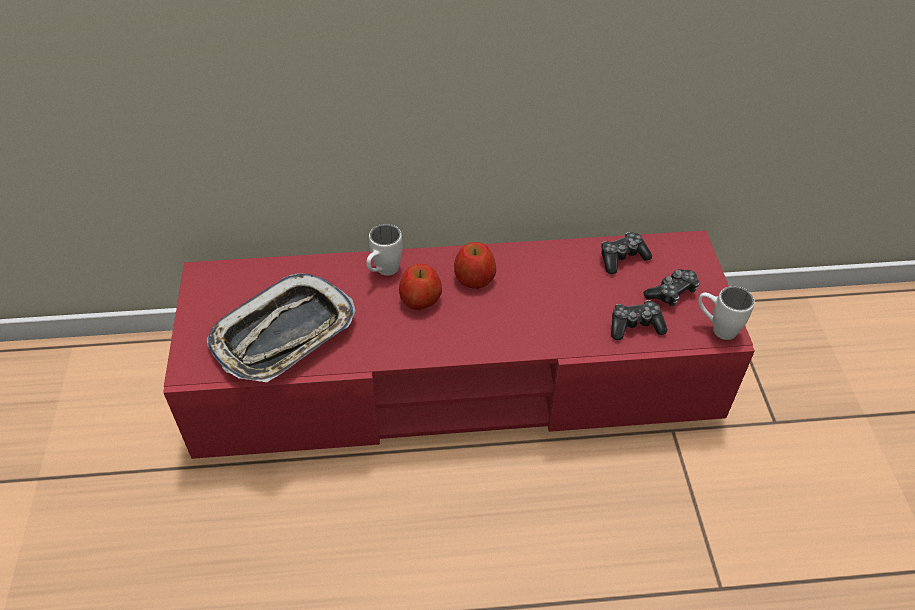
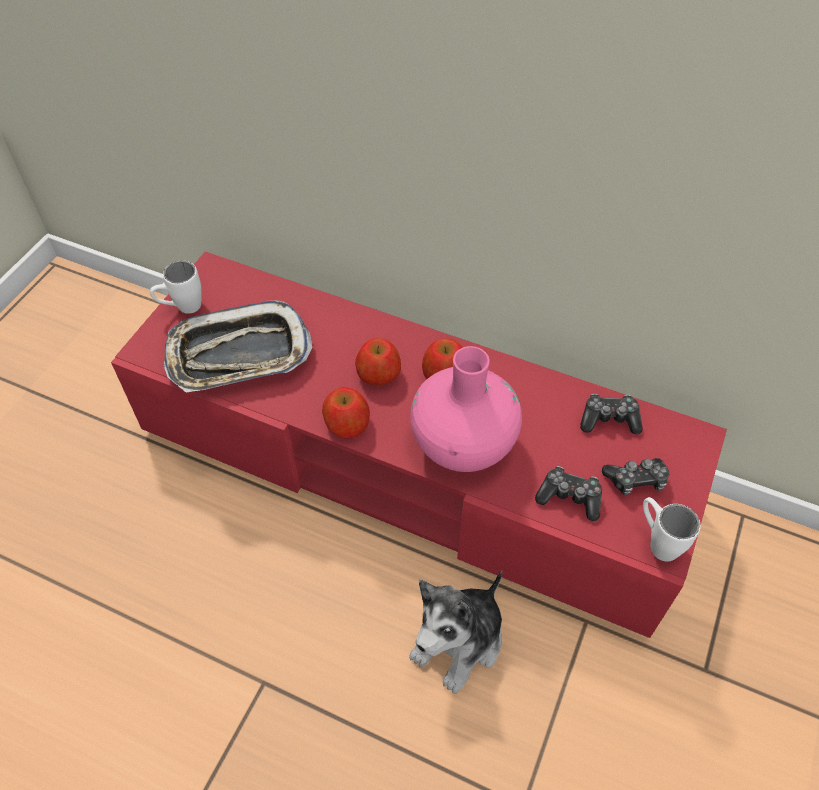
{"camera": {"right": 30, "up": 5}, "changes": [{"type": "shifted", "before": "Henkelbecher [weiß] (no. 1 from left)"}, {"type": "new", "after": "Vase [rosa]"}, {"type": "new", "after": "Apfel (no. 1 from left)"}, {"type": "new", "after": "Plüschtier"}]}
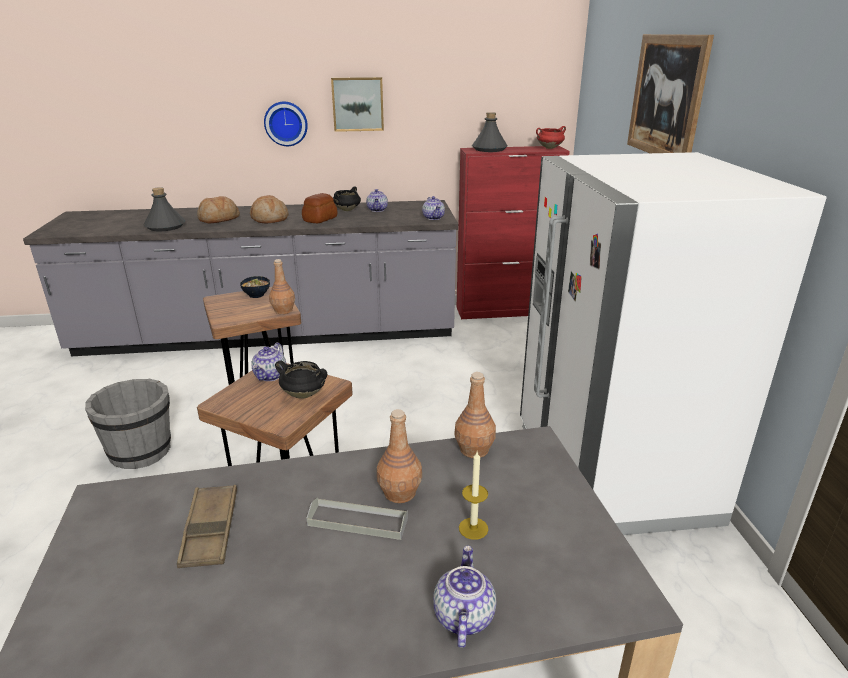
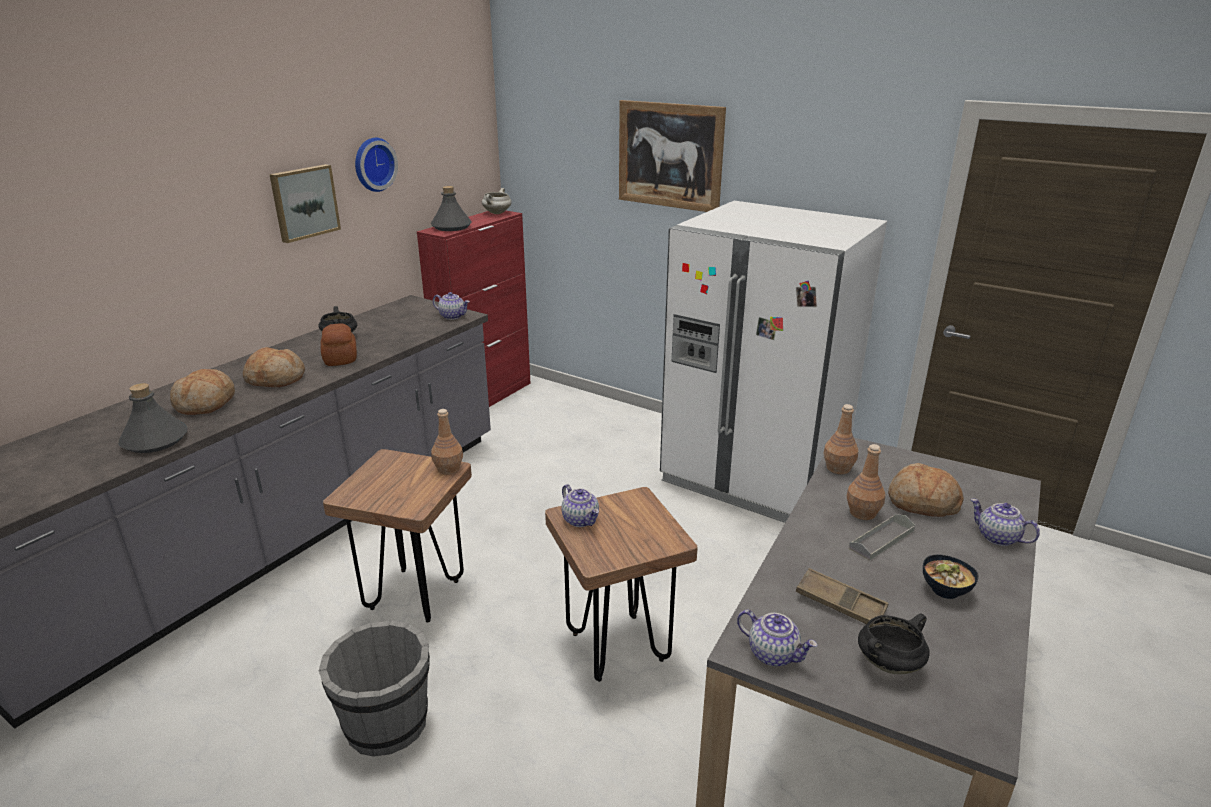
{"camera": {"right": -50, "up": 0}, "changes": [{"type": "shifted", "before": "Wanduhr"}, {"type": "repainted", "before": "Kochtopf [rot]", "after": "Kochtopf [weiß]"}, {"type": "shifted", "before": "Teekanne (no. 2 from left in the first image)", "after": "Teekanne (no. 3 from left)"}, {"type": "shifted", "before": "Schüssel"}, {"type": "shifted", "before": "Kochtopf [schwarz] (no. 1 from left in the first image)", "after": "Kochtopf [schwarz] (no. 2 from left)"}, {"type": "swapped", "before": "Kerze", "after": "Brot (no. 4 from left)"}]}
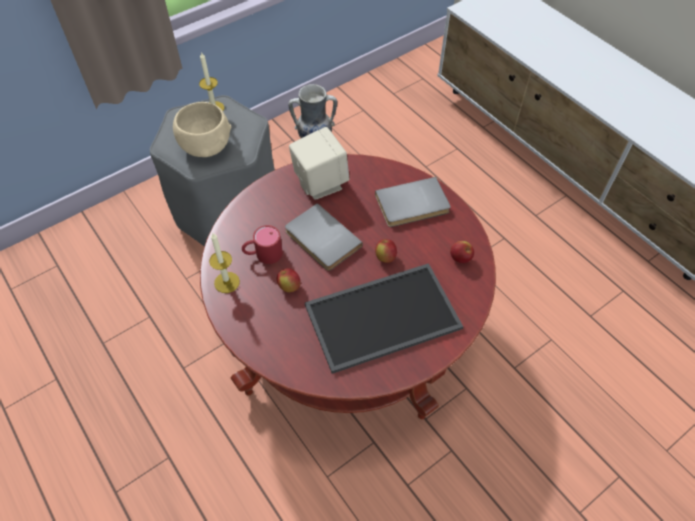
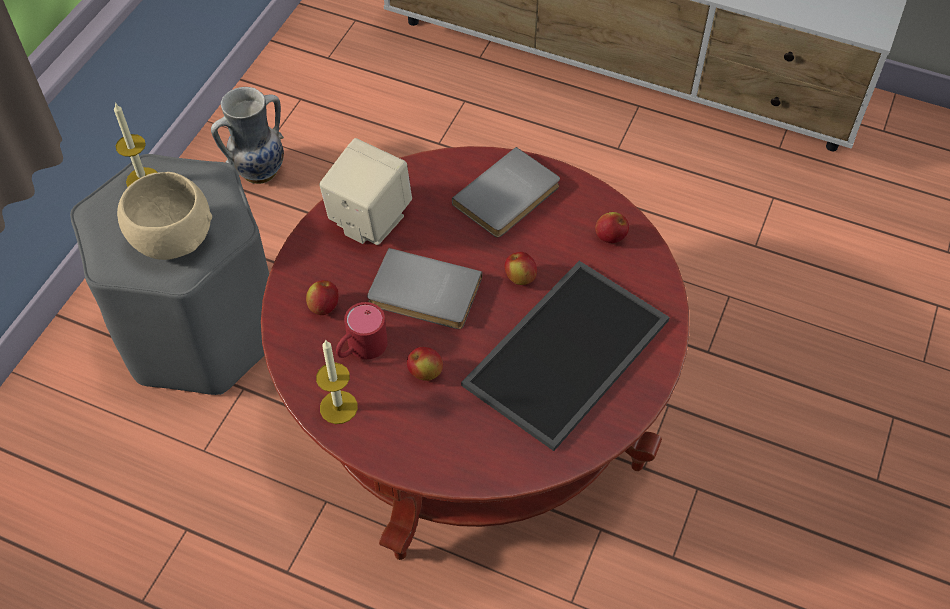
{"camera": {"right": -30, "up": 0}, "changes": [{"type": "new", "after": "Apfel (no. 1 from left)"}]}
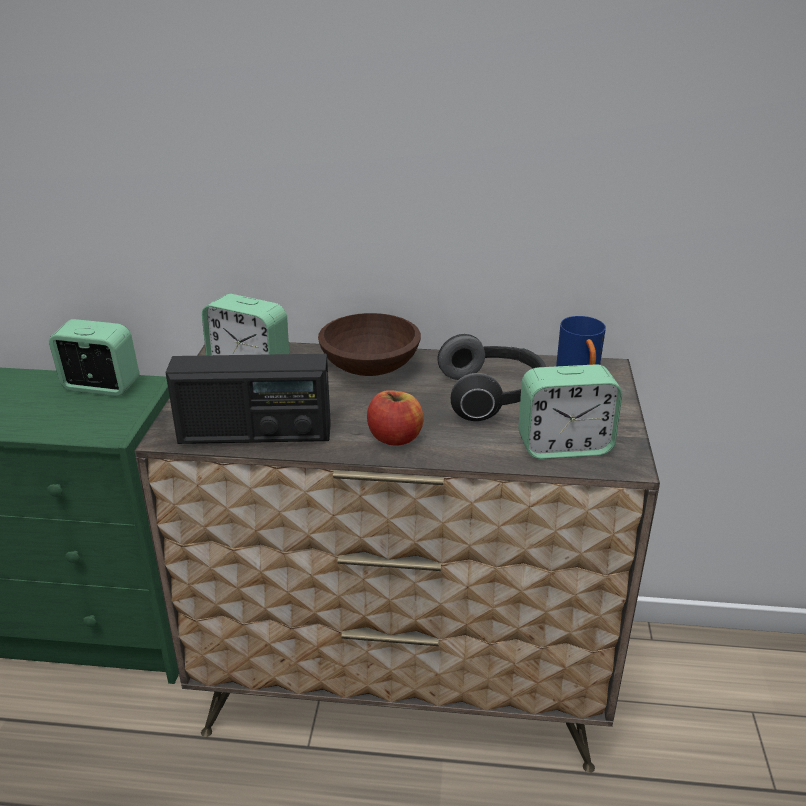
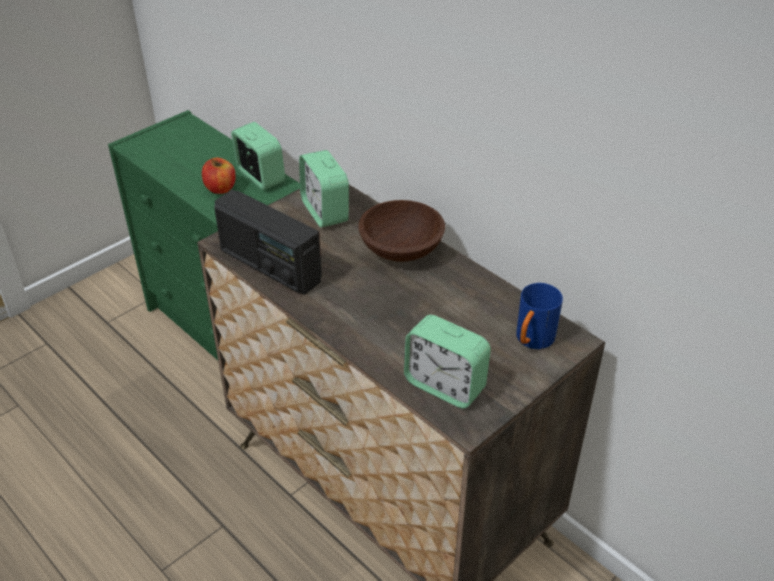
{"camera": {"right": 40, "up": 10}, "changes": [{"type": "gone", "before": "Kopfhörer"}, {"type": "shifted", "before": "Apfel"}]}
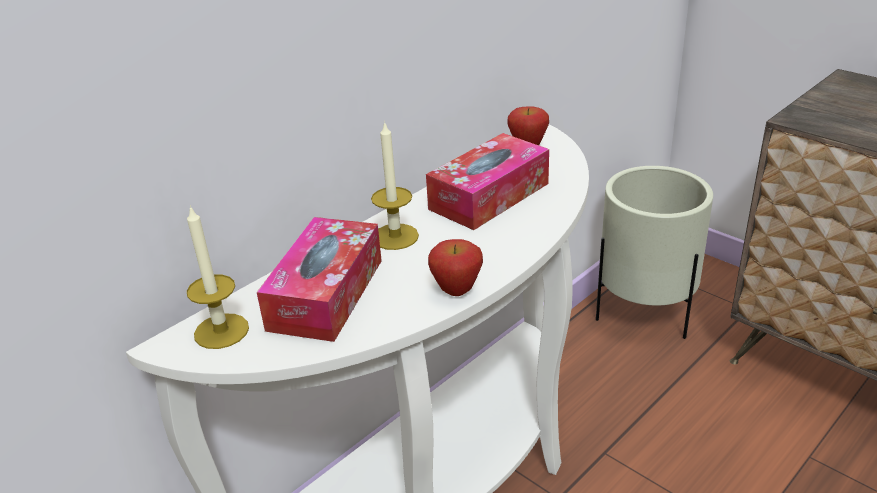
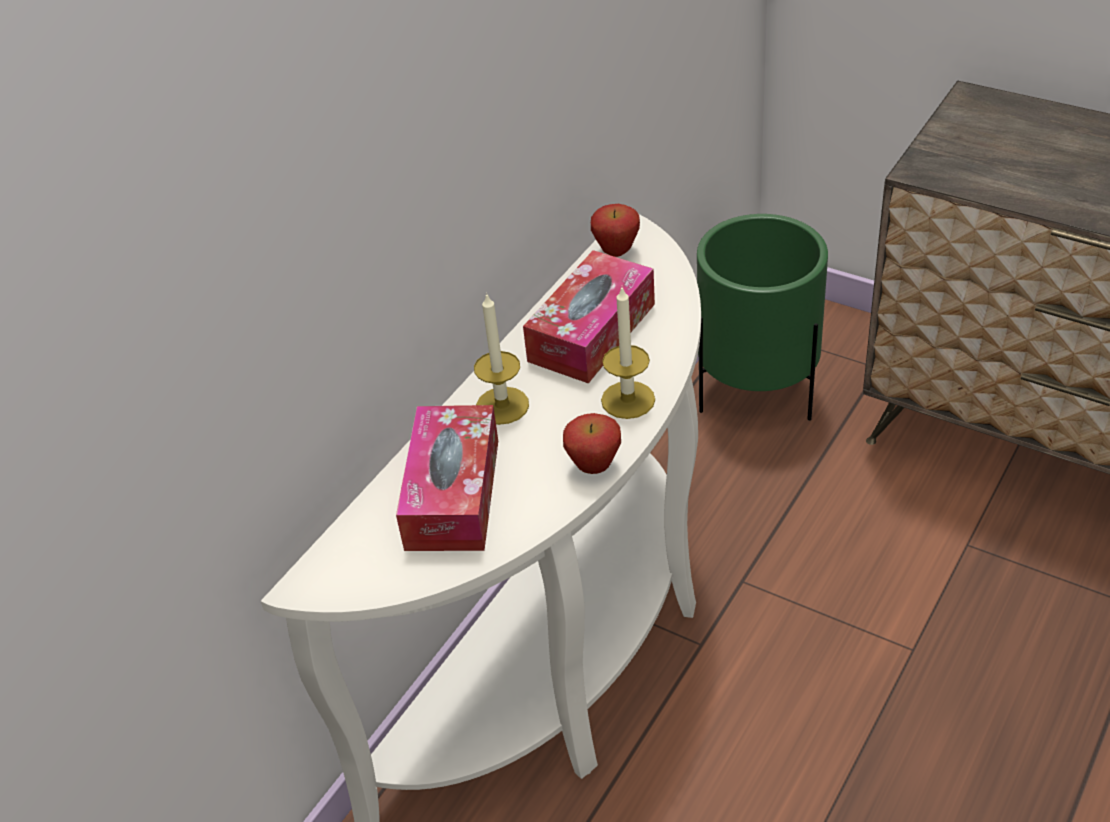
{"camera": {"right": -10, "up": 10}, "changes": [{"type": "repainted", "before": "Pflanzkübel [beige]", "after": "Pflanzkübel [grün]"}, {"type": "shifted", "before": "Kerze (no. 1 from left in the first image)", "after": "Kerze (no. 2 from left)"}]}
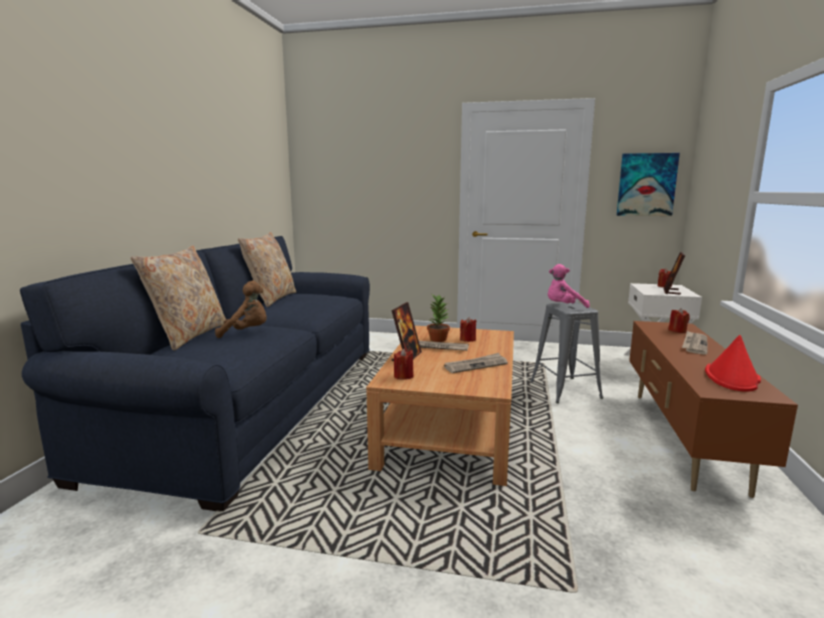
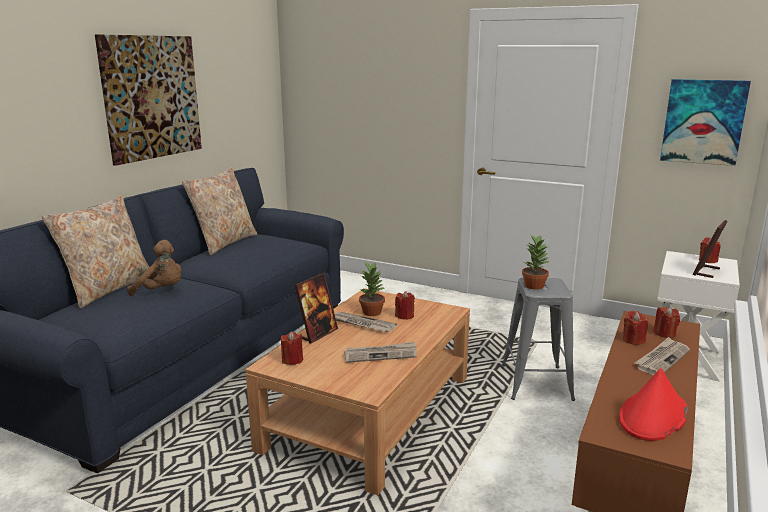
{"camera": {"right": 15, "up": 5}, "changes": [{"type": "swapped", "before": "Plüschtier [rosa]", "after": "Topfpflanze (no. 2 from left)"}, {"type": "new", "after": "Bild (no. 1 from left)"}, {"type": "new", "after": "Kerze [rot] (no. 3 from left)"}]}
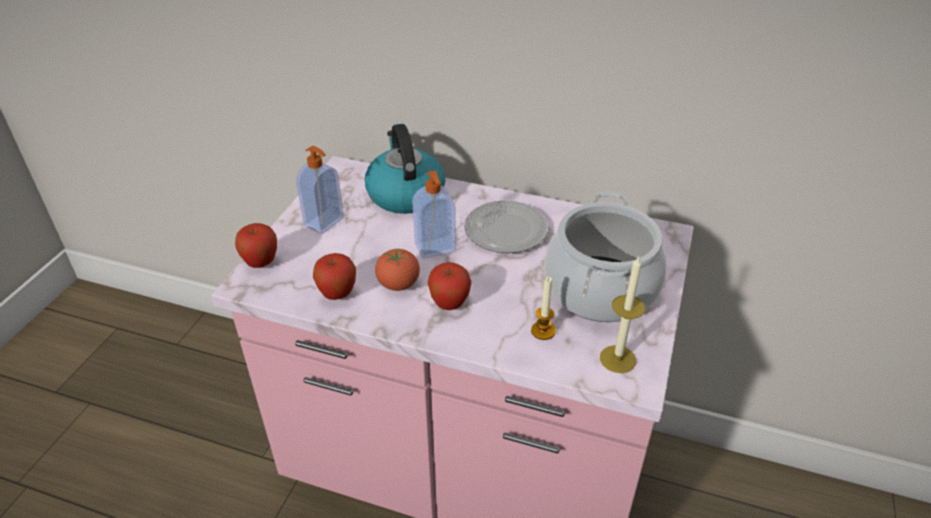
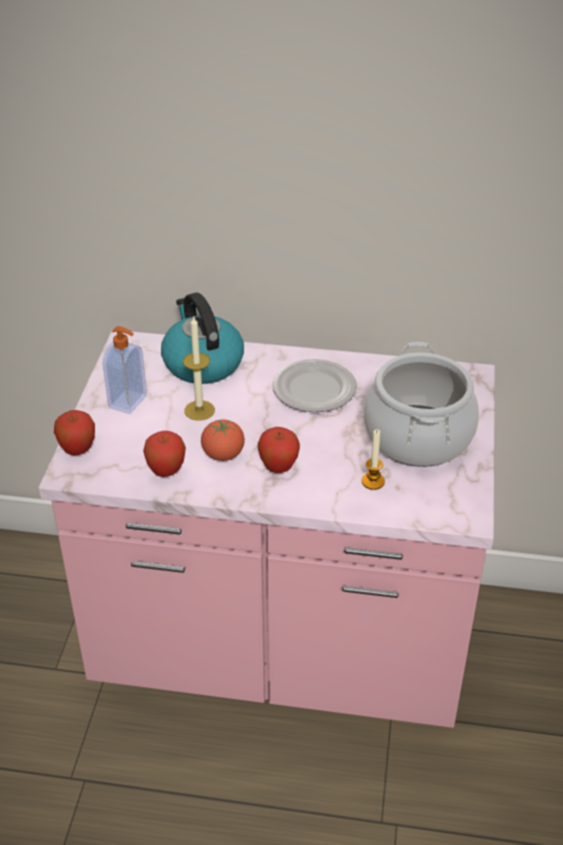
{"camera": {"right": -10, "up": 0}, "changes": [{"type": "gone", "before": "Seifenspender (no. 2 from left)"}, {"type": "shifted", "before": "Kerze (no. 2 from left in the first image)", "after": "Kerze (no. 1 from left)"}]}
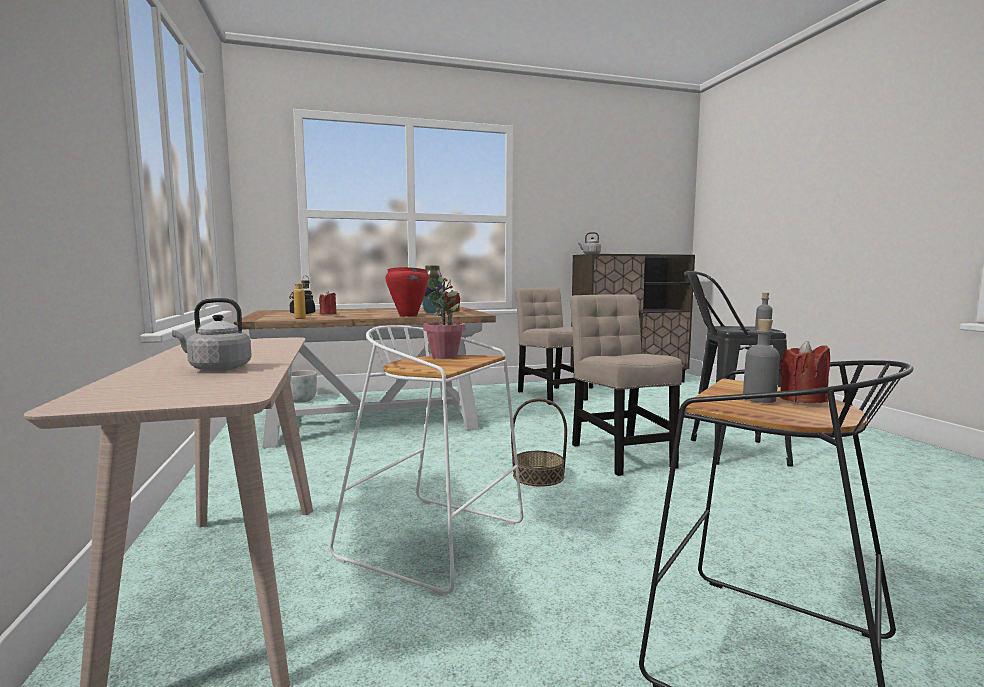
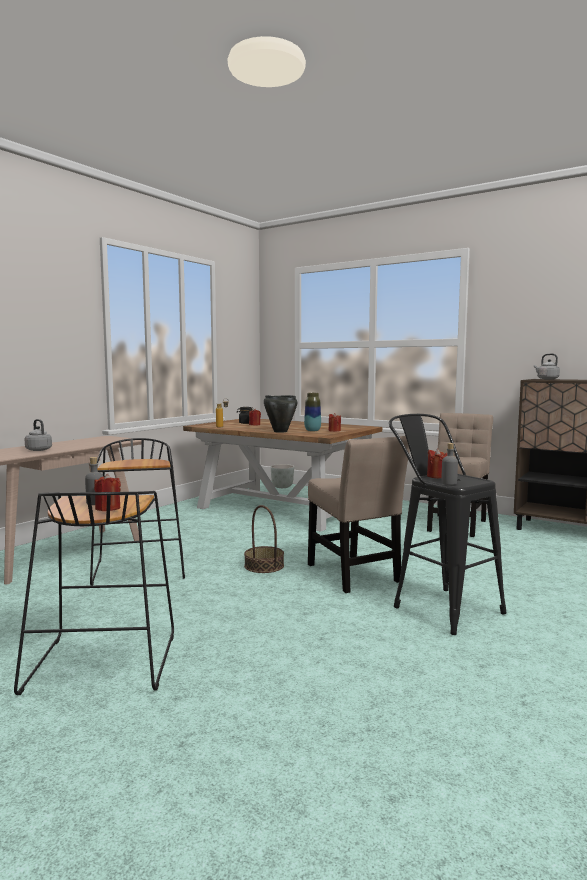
{"camera": {"right": 50, "up": 0}, "changes": [{"type": "repainted", "before": "Kochtopf [rot]", "after": "Kochtopf [schwarz]"}, {"type": "gone", "before": "Topfpflanze"}, {"type": "rotated", "before": "Stuhl [beige] (no. 2 from left in the first image)", "turn": 120}, {"type": "repainted", "before": "Hocker [weiß]", "after": "Hocker [schwarz] (no. 2 from left)"}, {"type": "new", "after": "Kerze [rot] (no. 4 from left)"}]}
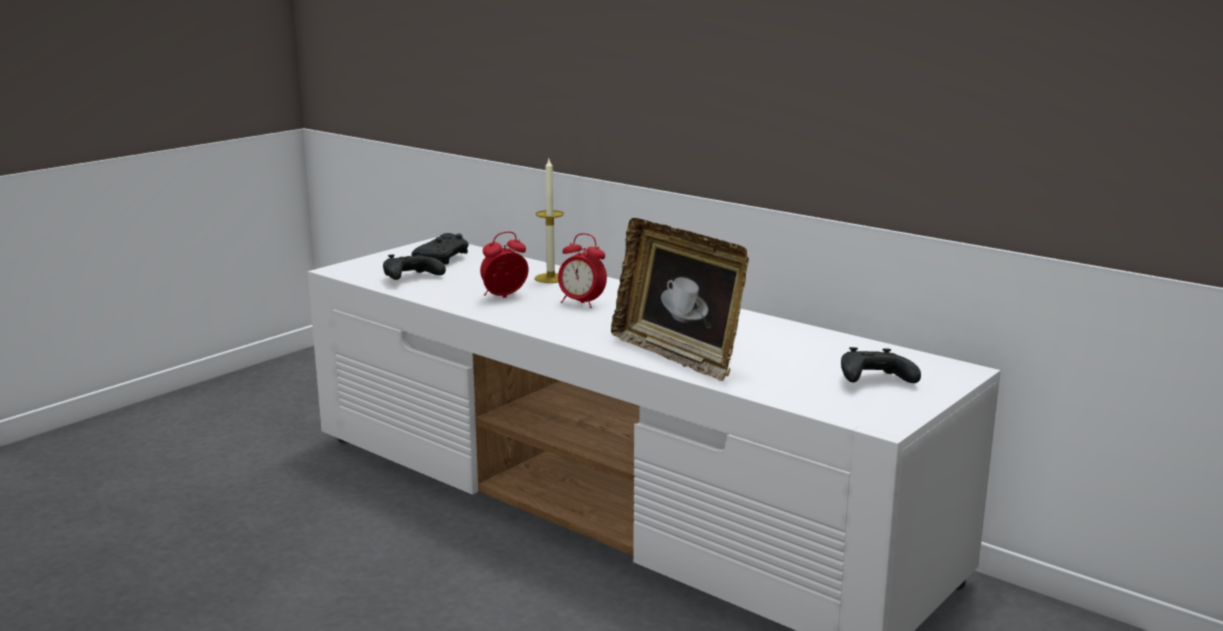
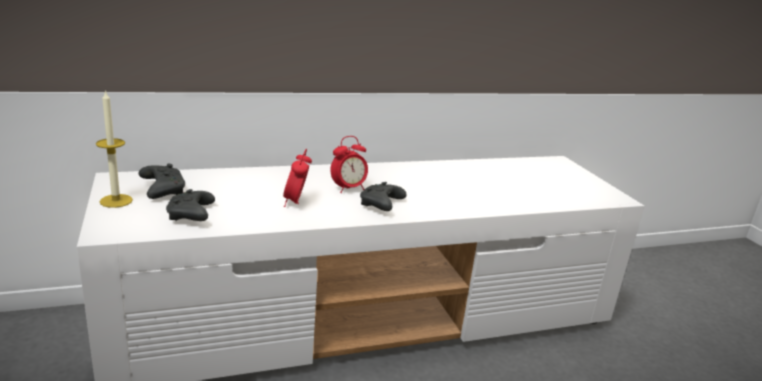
{"camera": {"right": -60, "up": 5}, "changes": [{"type": "shifted", "before": "Kerze"}, {"type": "gone", "before": "Bilderrahmen"}, {"type": "shifted", "before": "Gamepad [schwarz] (no. 3 from left)"}]}
